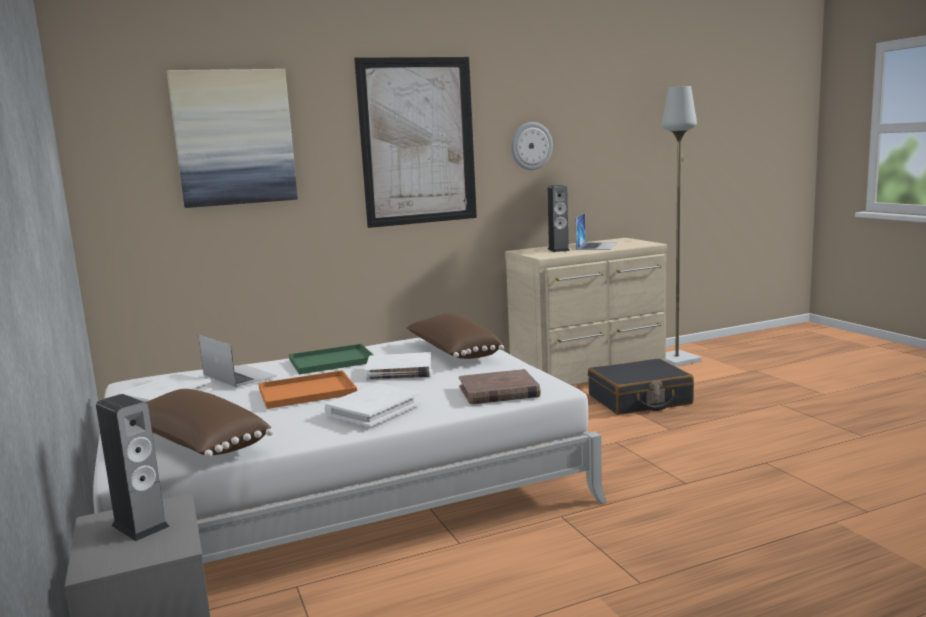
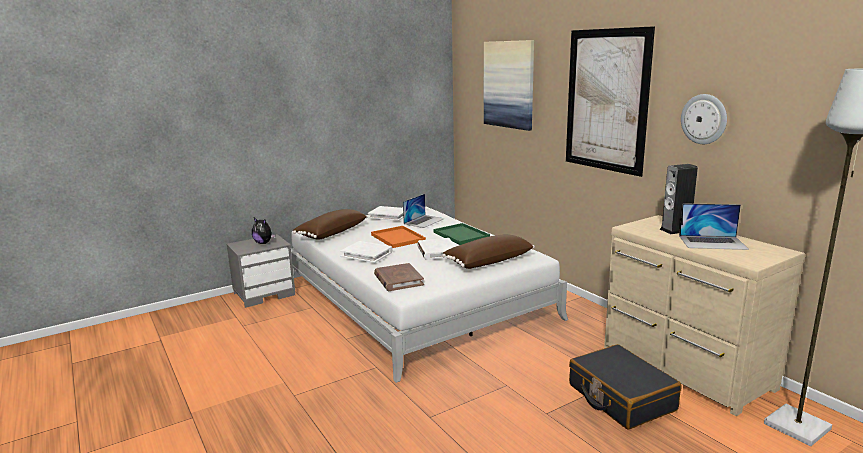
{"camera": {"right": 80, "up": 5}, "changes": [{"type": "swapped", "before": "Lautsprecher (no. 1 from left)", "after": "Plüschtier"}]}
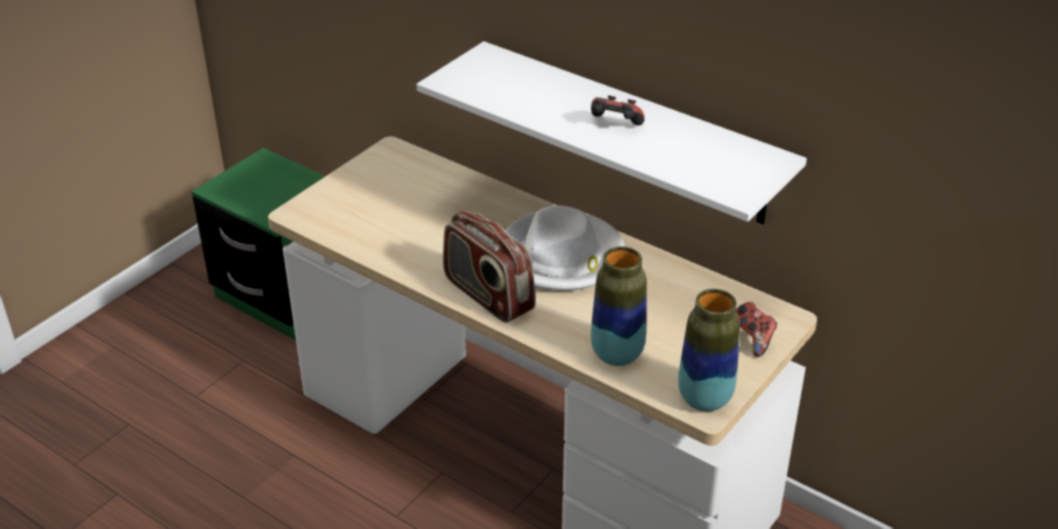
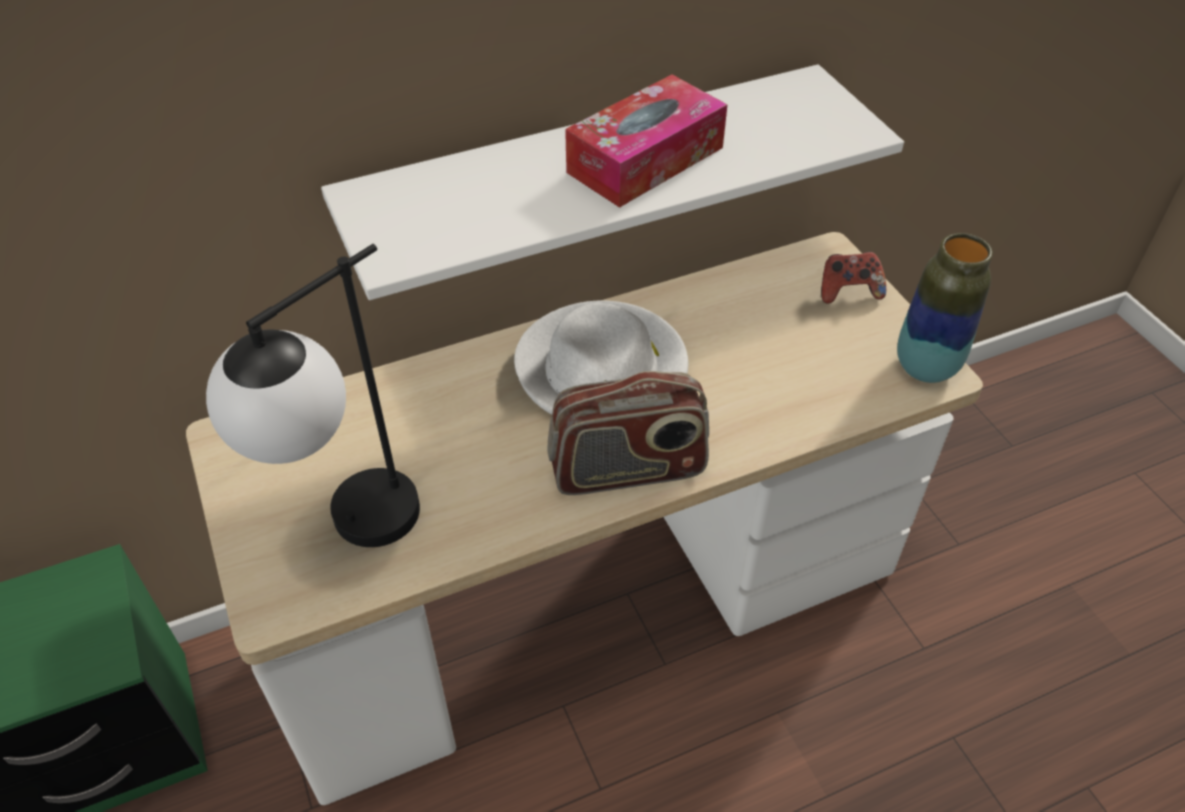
{"camera": {"right": -60, "up": 10}, "changes": [{"type": "swapped", "before": "Gamepad (no. 1 from left)", "after": "Taschentuchbox"}, {"type": "gone", "before": "Vase (no. 1 from left)"}, {"type": "new", "after": "Tischlampe"}]}
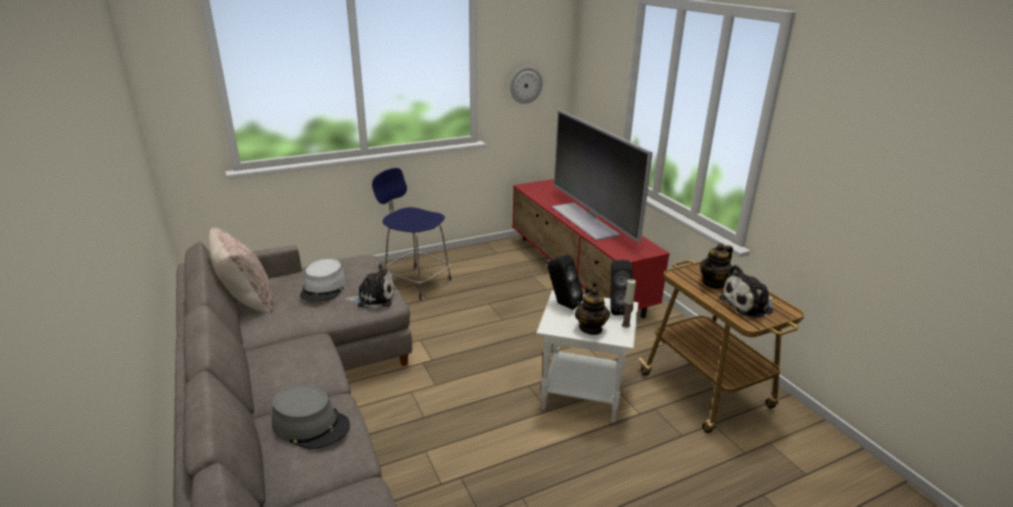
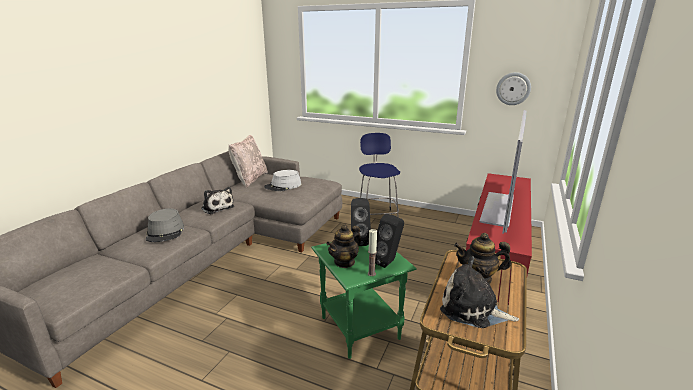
{"camera": {"right": 50, "up": -5}, "changes": [{"type": "shifted", "before": "Plüschtier (no. 1 from left)"}, {"type": "repainted", "before": "Beistelltisch [weiß]", "after": "Beistelltisch [grün]"}]}
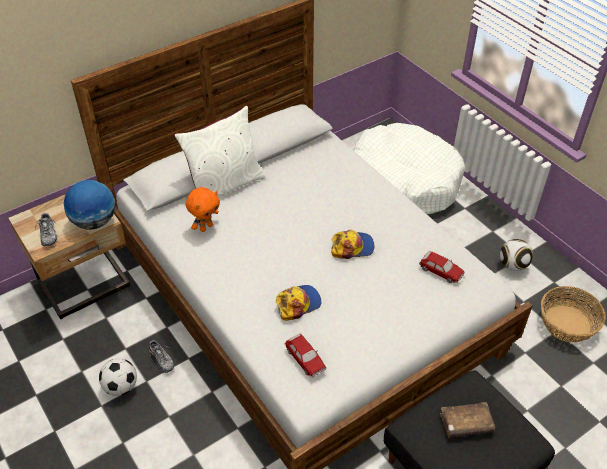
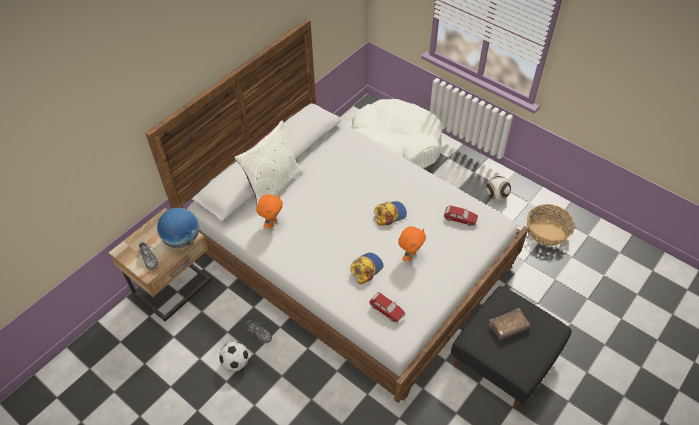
{"camera": {"right": -15, "up": 5}, "changes": [{"type": "new", "after": "Plüschtier [orange] (no. 2 from left)"}]}
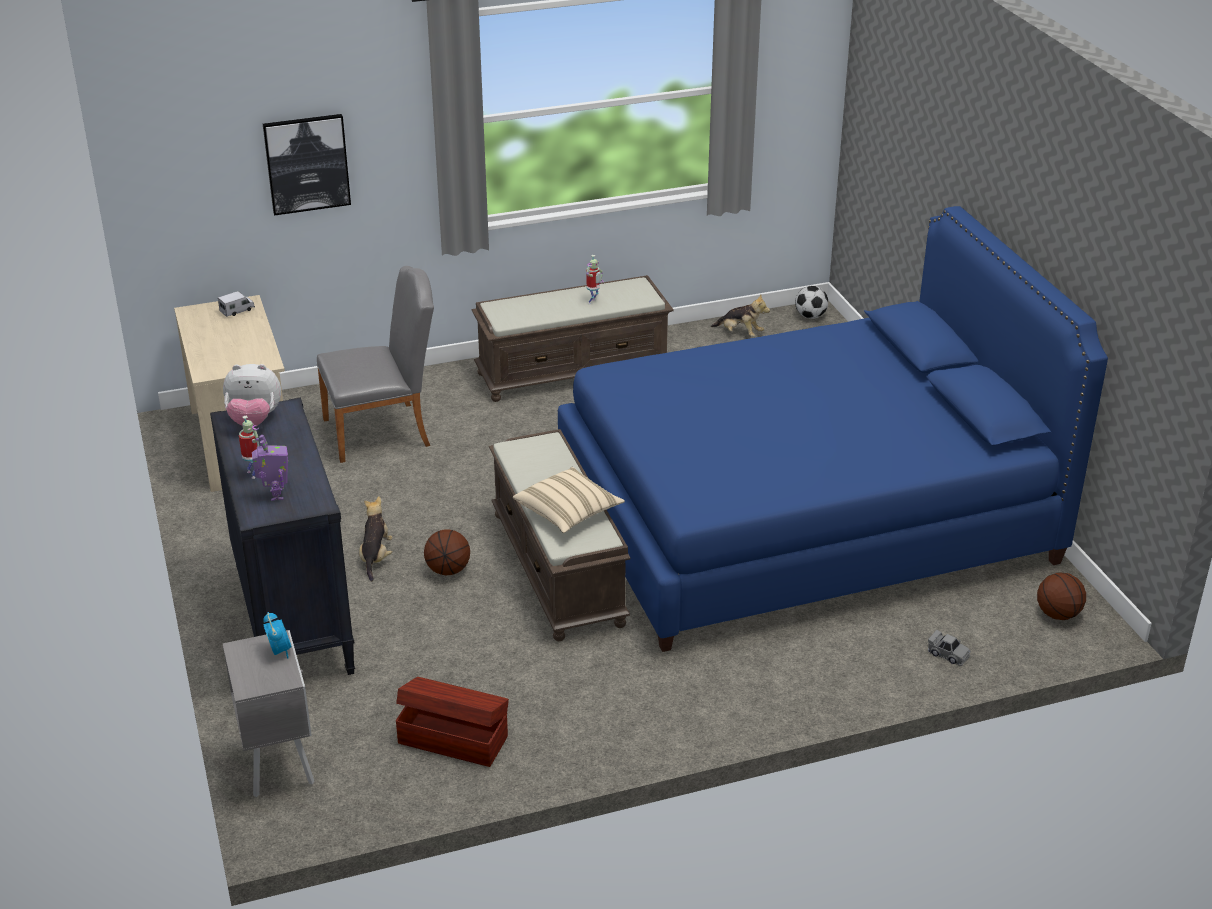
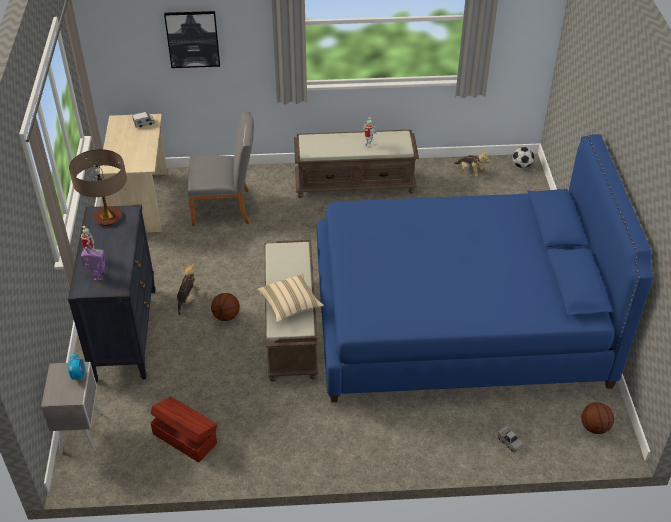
{"camera": {"right": 15, "up": 10}, "changes": [{"type": "swapped", "before": "Plüschtier (no. 1 from left)", "after": "Tischlampe"}]}
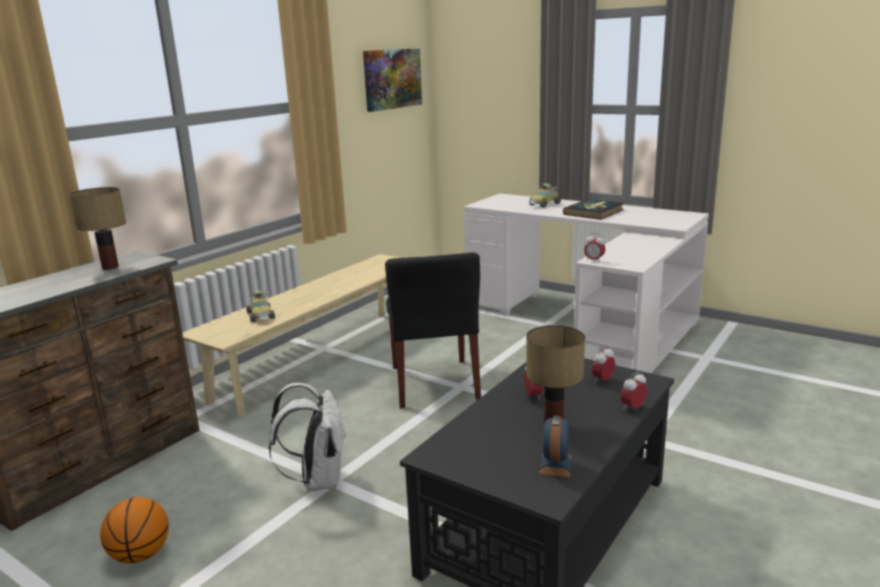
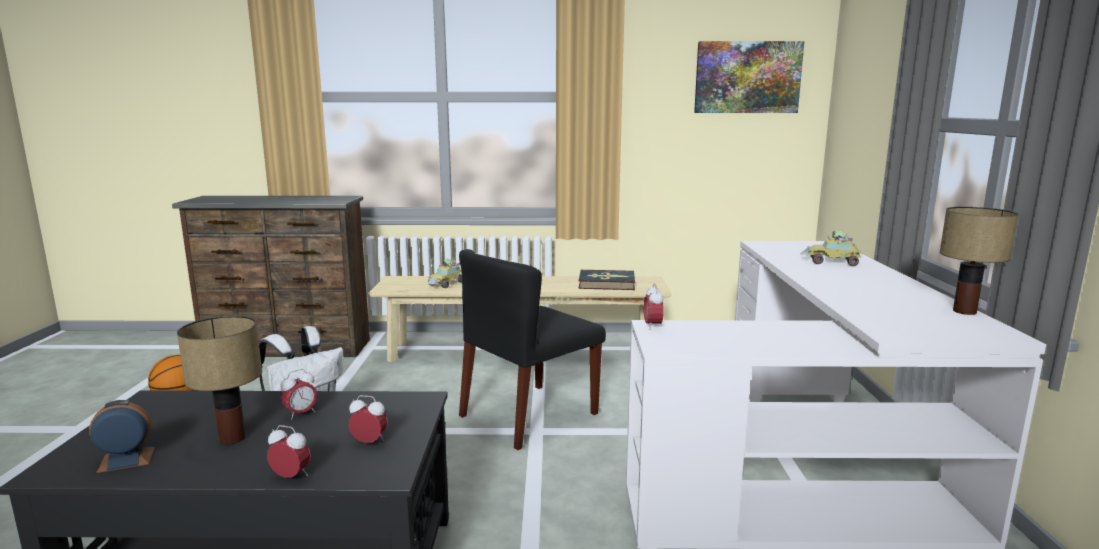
{"camera": {"right": 55, "up": -5}, "changes": [{"type": "shifted", "before": "Tischlampe (no. 1 from left in the first image)", "after": "Tischlampe (no. 2 from left)"}, {"type": "shifted", "before": "Buch"}]}
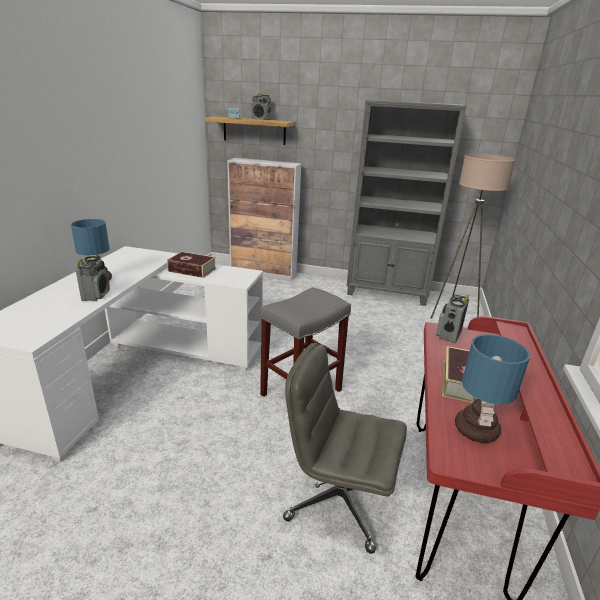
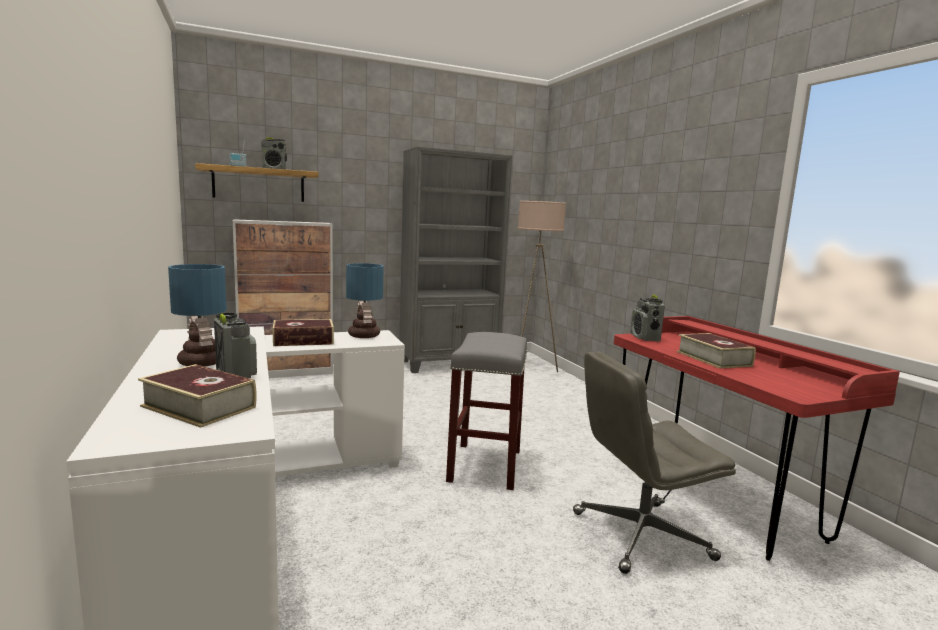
{"camera": {"right": -35, "up": -15}, "changes": [{"type": "shifted", "before": "Tischlampe (no. 2 from left)"}, {"type": "new", "after": "Buch (no. 1 from left)"}]}
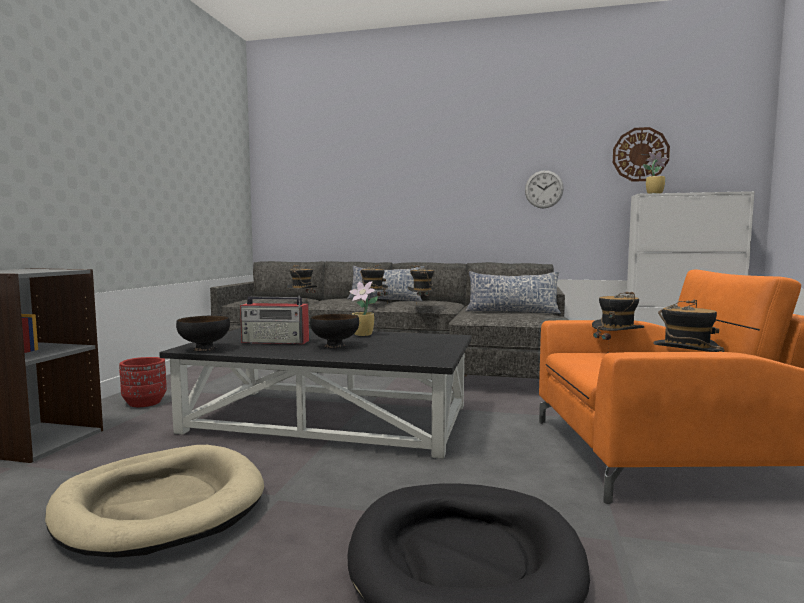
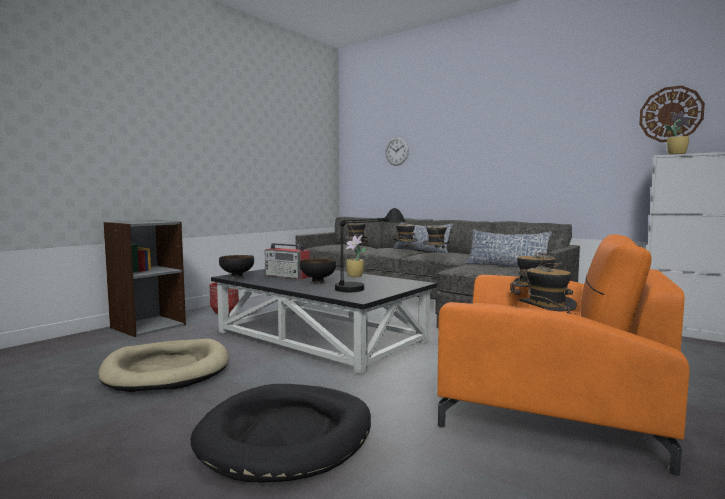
{"camera": {"right": 25, "up": 0}, "changes": [{"type": "shifted", "before": "Wanduhr (no. 1 from left)"}, {"type": "new", "after": "Tischlampe [schwarz]"}]}
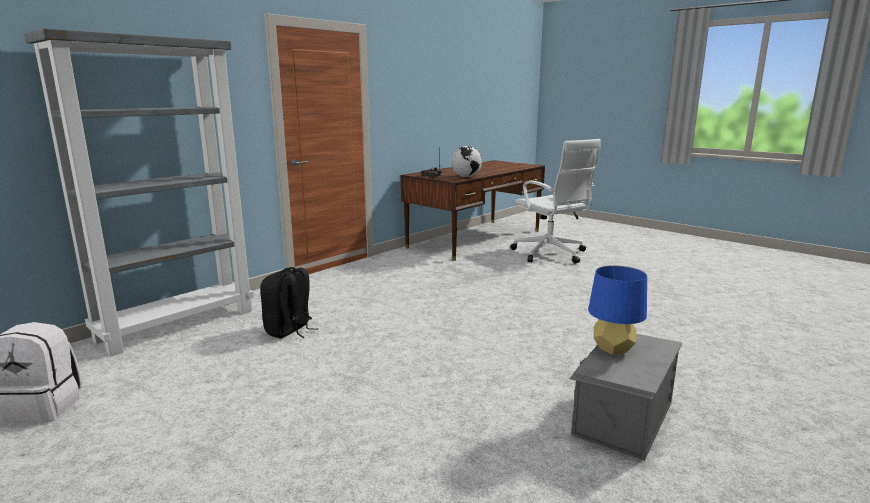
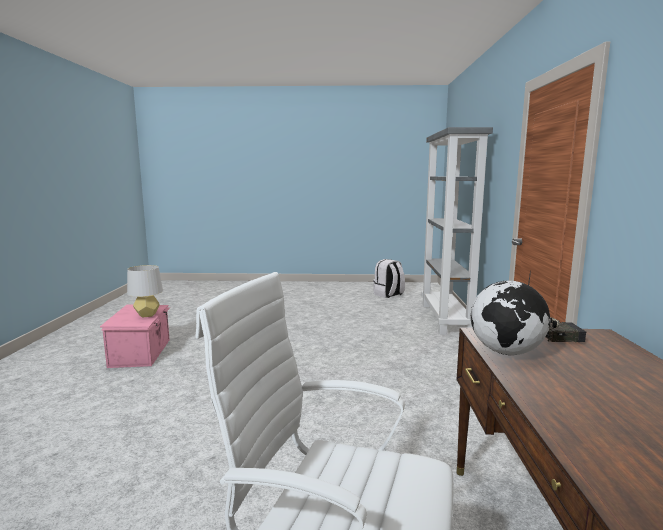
{"camera": {"right": 140, "up": -5}, "changes": [{"type": "repainted", "before": "Tischlampe [blau]", "after": "Tischlampe [grau]"}, {"type": "gone", "before": "Rucksack [schwarz]"}, {"type": "repainted", "before": "Aufbewahrungsbox [grau]", "after": "Aufbewahrungsbox [rosa]"}]}
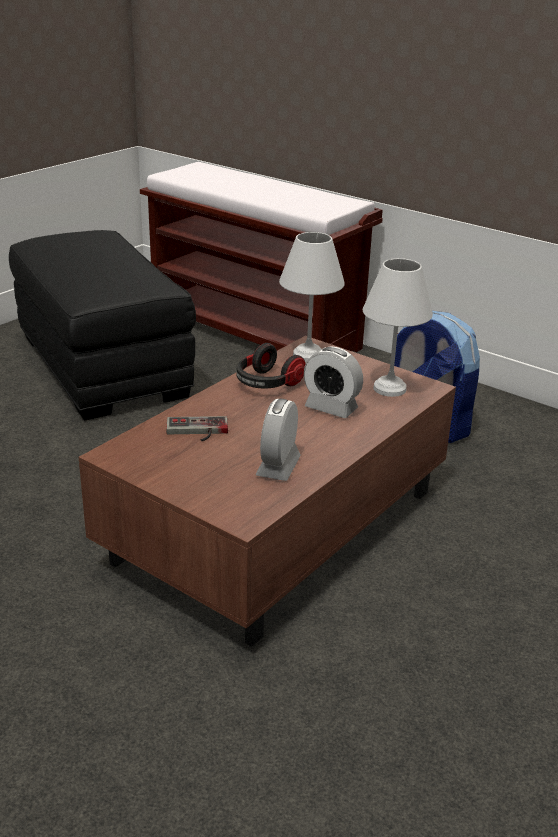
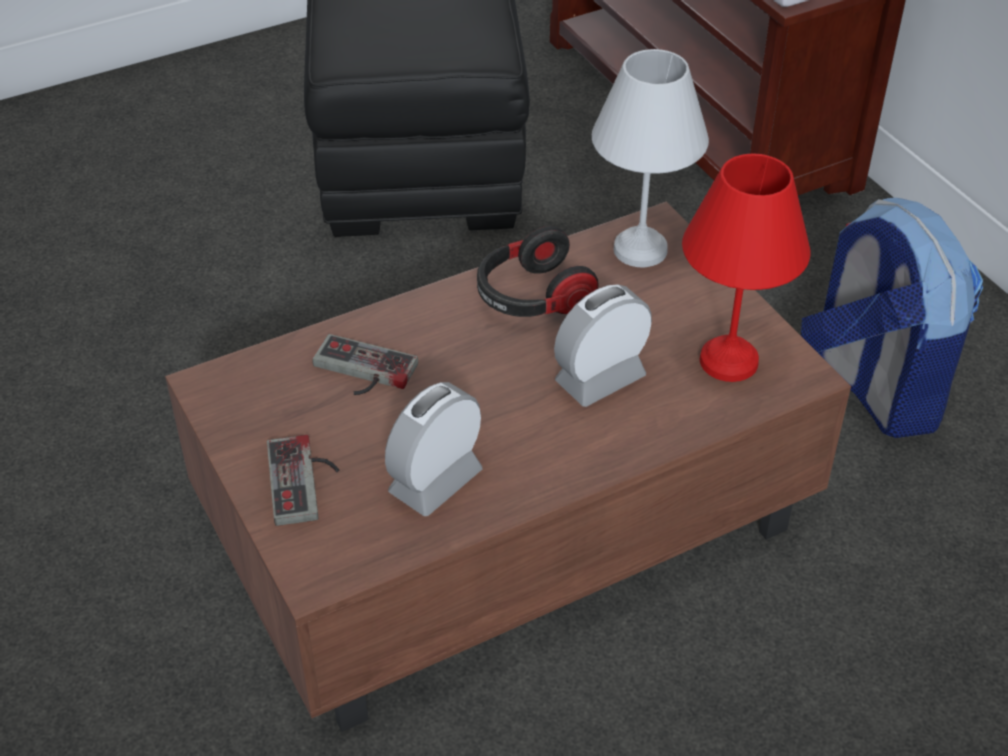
{"camera": {"right": 25, "up": 15}, "changes": [{"type": "repainted", "before": "Tischlampe [weiß] (no. 2 from left)", "after": "Tischlampe [rot]"}, {"type": "rotated", "before": "Wecker (no. 2 from left)", "turn": 90}, {"type": "new", "after": "Gamepad (no. 1 from left)"}]}
